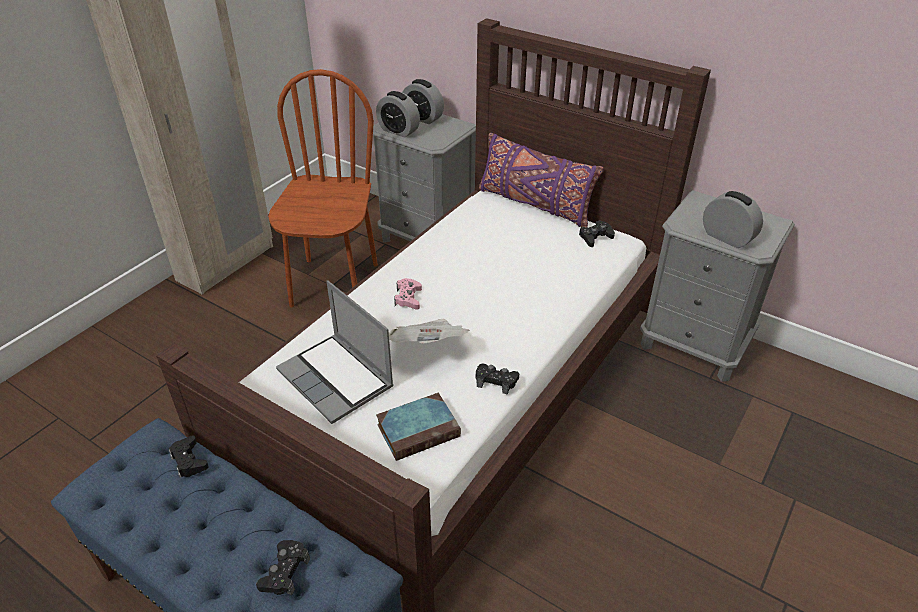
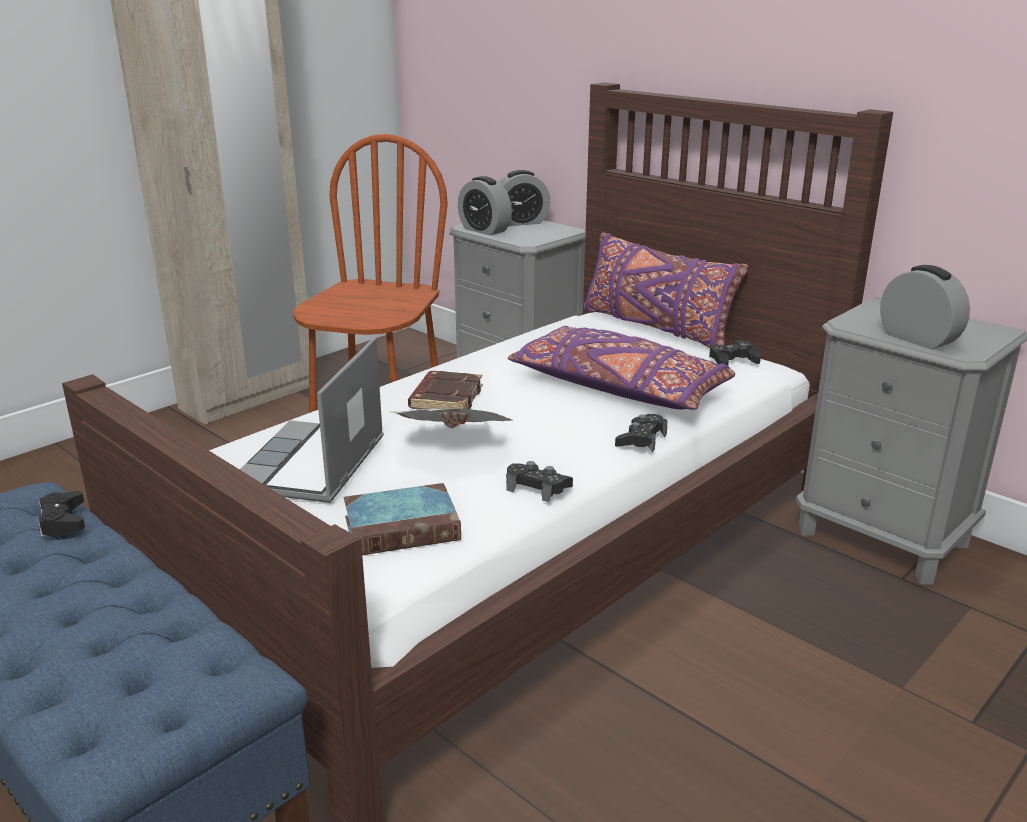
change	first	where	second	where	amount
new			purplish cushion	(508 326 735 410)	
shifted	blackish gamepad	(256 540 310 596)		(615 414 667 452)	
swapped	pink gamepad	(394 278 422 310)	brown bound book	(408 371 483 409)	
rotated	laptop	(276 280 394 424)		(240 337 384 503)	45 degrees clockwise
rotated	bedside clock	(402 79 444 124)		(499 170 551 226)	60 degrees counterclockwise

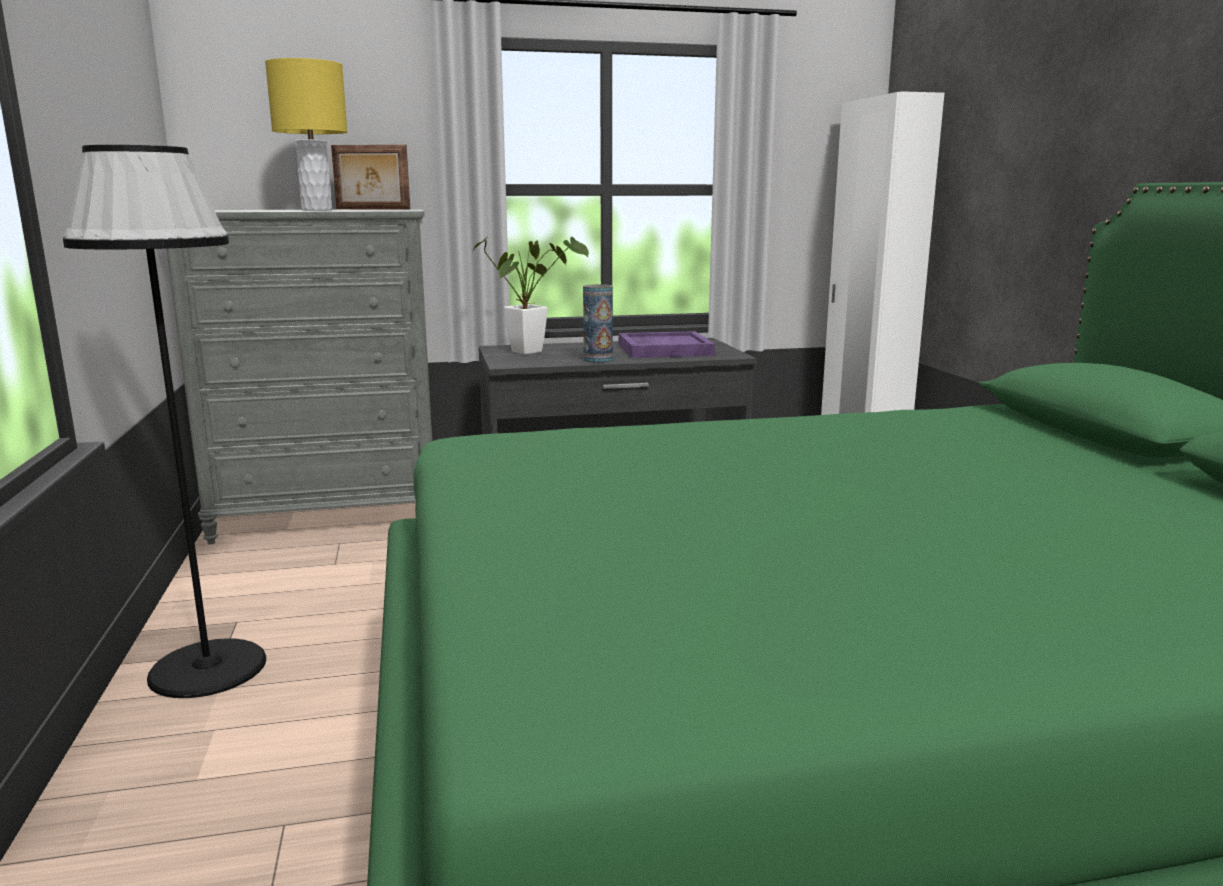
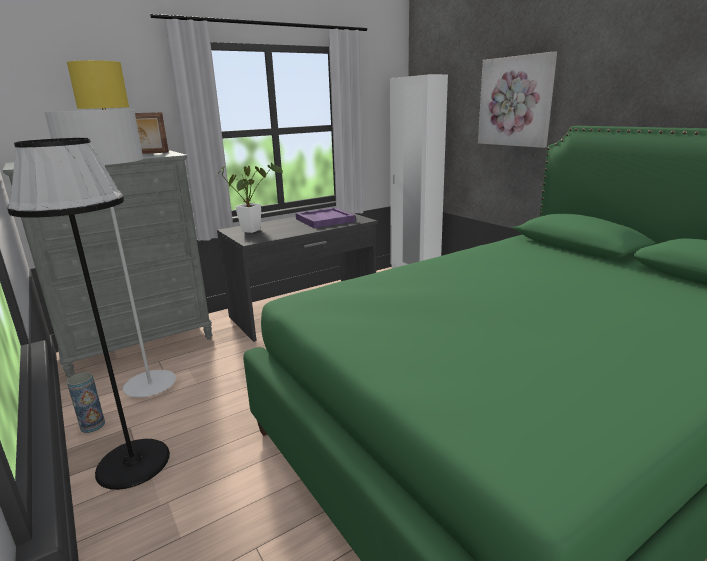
change	first	where	second	where	amount
new			greyish floor lamp	(44 109 176 397)	
new			picture	(478 51 557 148)	
shifted	vase	(583 284 613 363)		(67 372 105 433)	

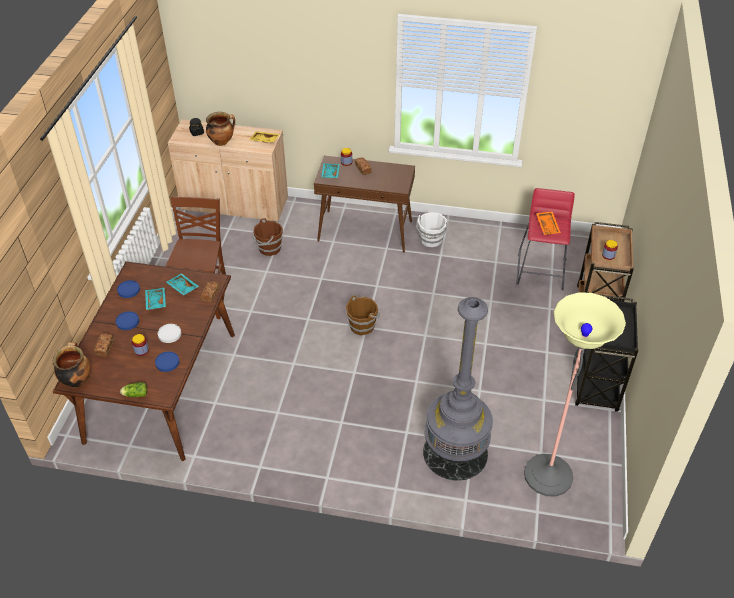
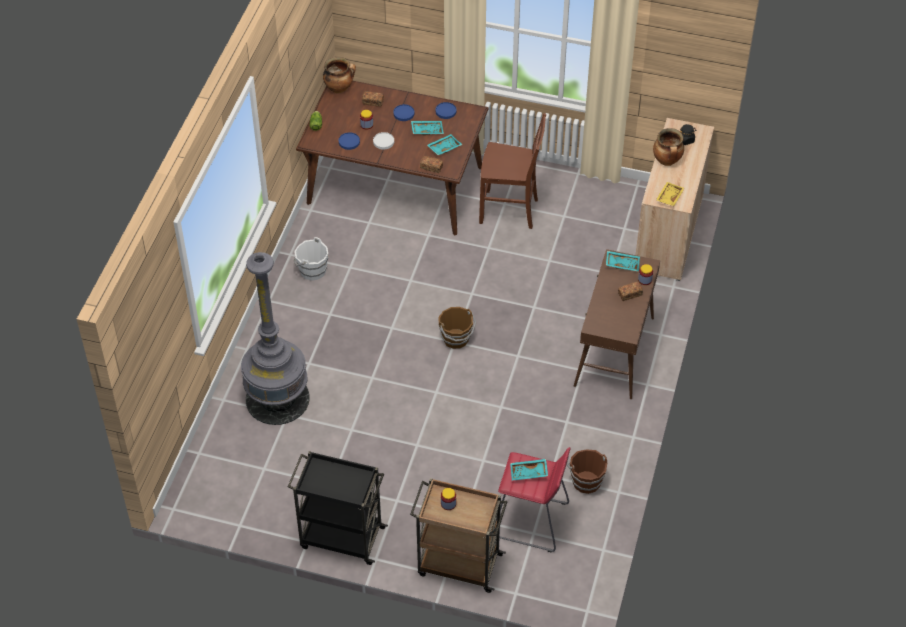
change	first	where	second	where	amount
gone	floor lamp	(524 292 626 497)			
shifted	brown water bucket	(253 218 283 256)		(566 449 607 494)	
shifted	white-coloured water bucket	(416 212 448 247)		(294 237 329 281)	
repainted	orange serving tray	(536 211 561 235)	turquoise serving tray	(510 459 548 481)	

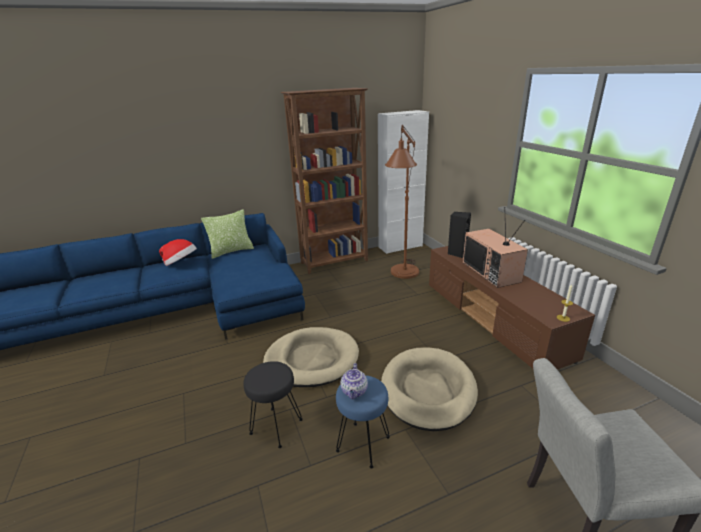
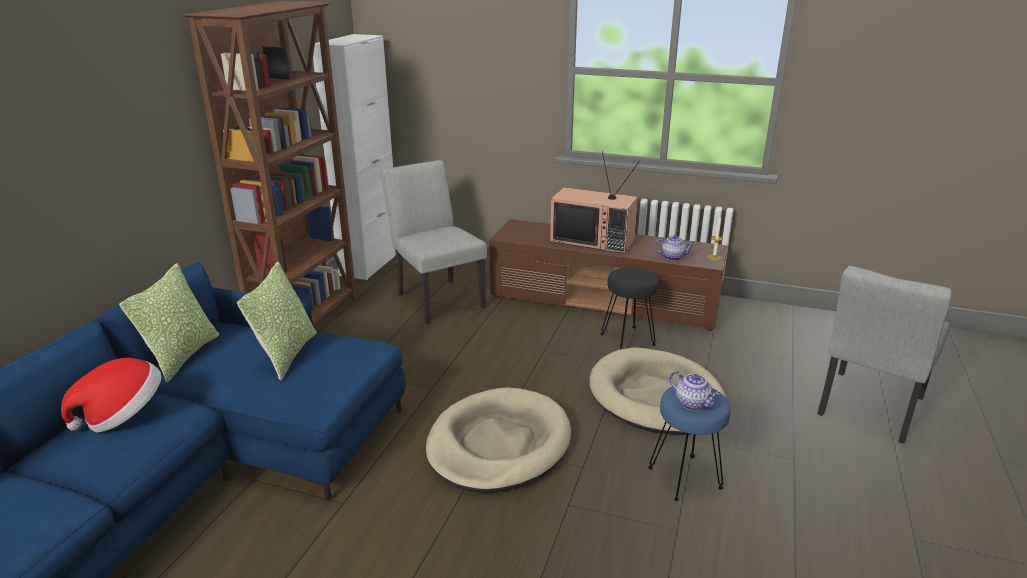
change	first	where	second	where	amount
gone	blackish loudspeaker	(448 212 471 258)			
new			cushion	(237 261 317 381)	
new			pot for tea	(653 235 695 261)	
shifted	blackish sitting stool	(244 361 303 448)		(601 267 658 349)	
swapped	brown floor lamp	(385 125 419 279)	greyish plain chair	(381 160 487 324)	

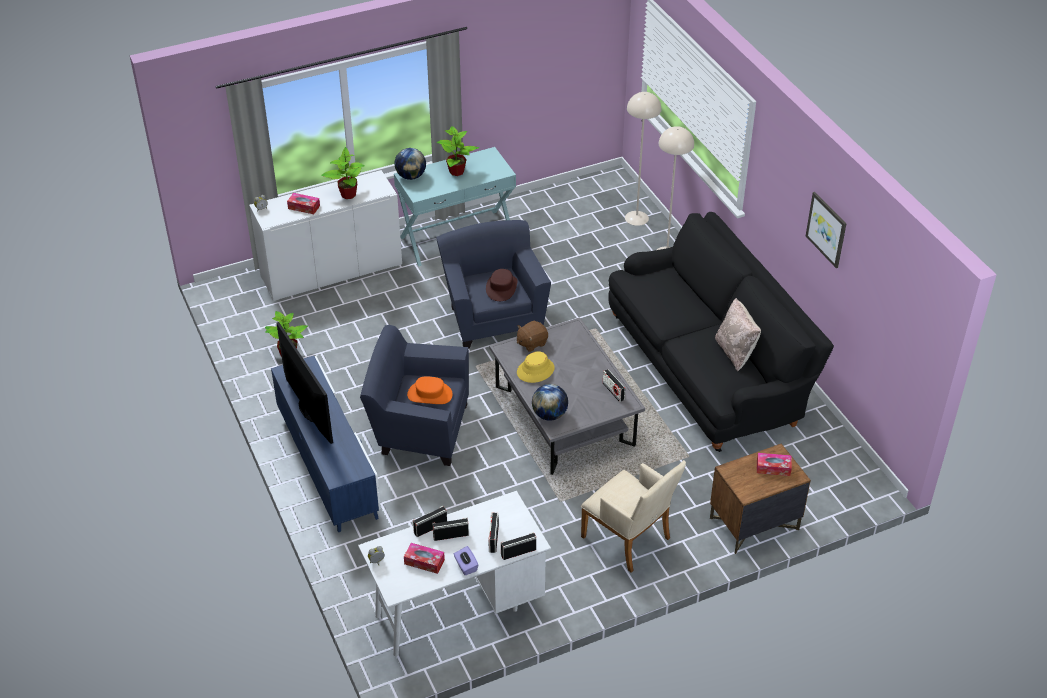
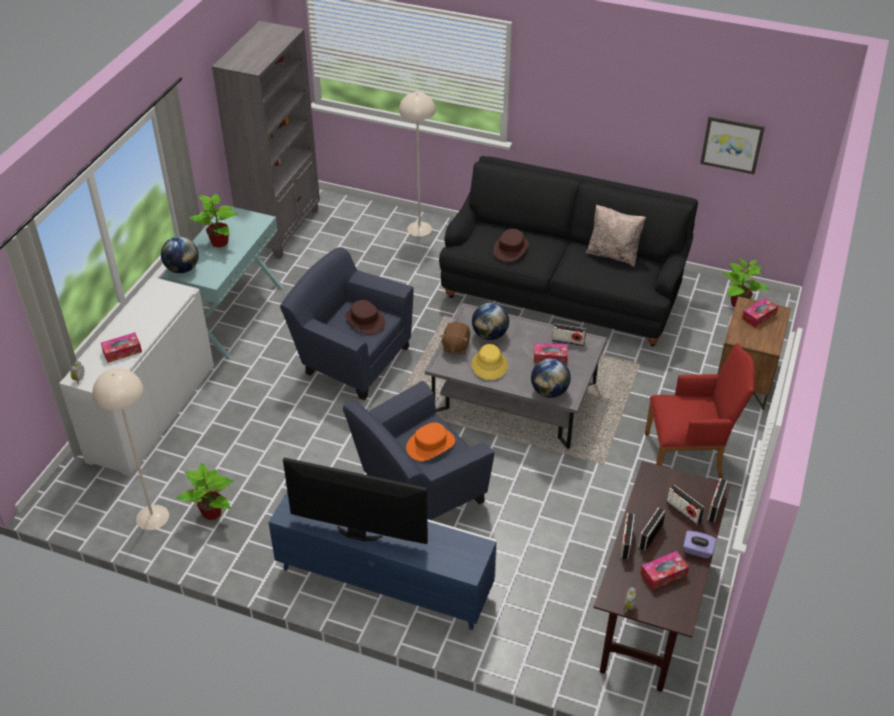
change	first	where	second	where	amount
new			greyish shelving unit	(212 21 320 259)	
new			desk globe	(472 303 509 340)	
new			brown hat	(493 229 529 262)	
new			box of tissues	(534 343 568 365)	
shifted	houseplant	(321 147 364 199)		(723 258 770 307)	
shifted	sand-coloured floor lamp	(625 92 661 226)		(92 368 169 530)	
shifted	picture	(806 192 846 268)		(700 116 765 174)	
repainted	white-coloured desk table	(358 491 551 656)	brown desk table	(593 461 731 692)	
repainted	sand-coloured easy chair	(581 460 686 573)	reddish easy chair	(645 343 755 478)	

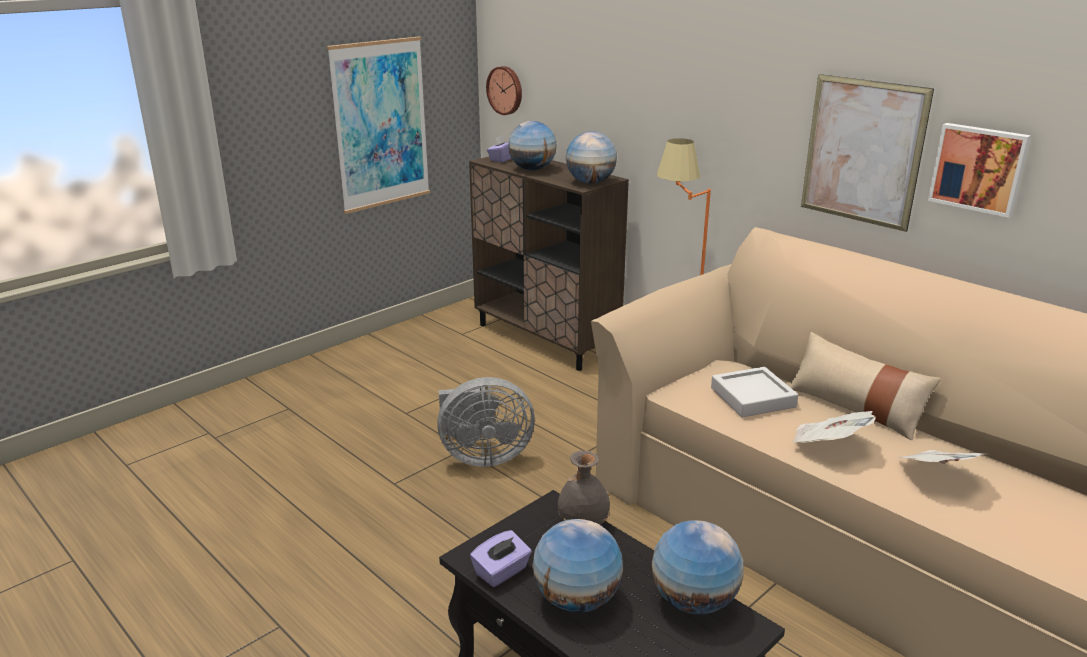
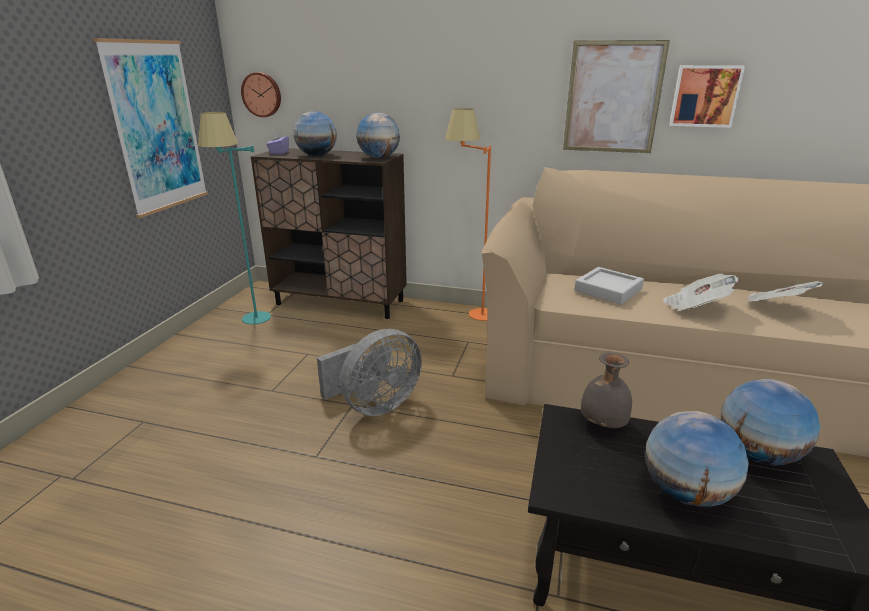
change	first	where	second	where	amount
gone	purplish box of tissues	(470 530 532 587)			
gone	sand-coloured cushion	(789 332 941 440)			
new			turquoise floor lamp	(198 112 271 324)	

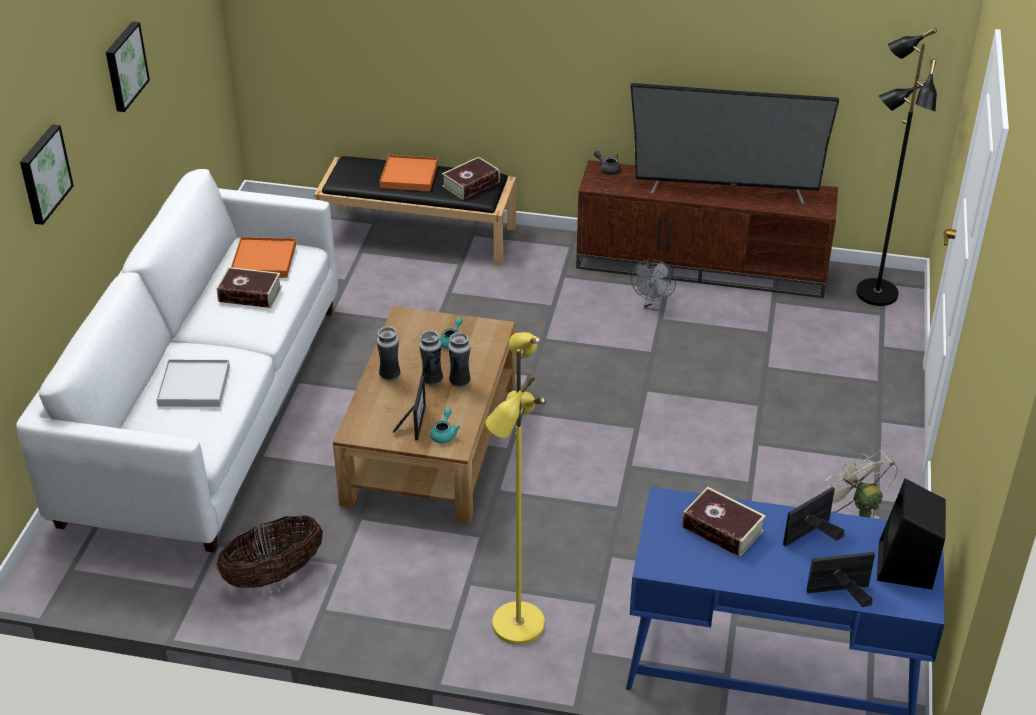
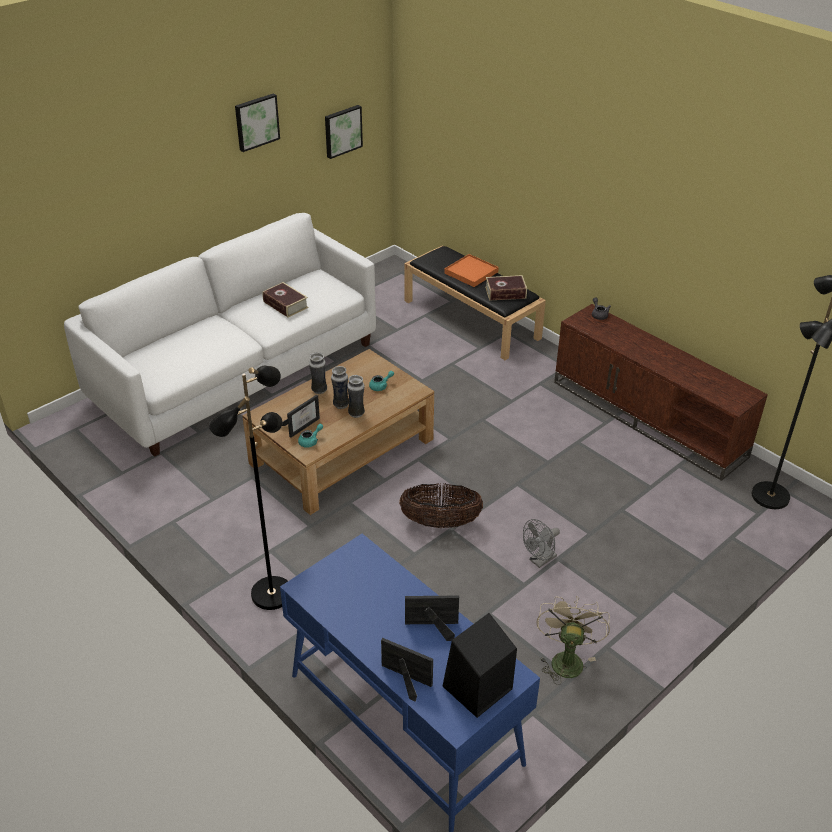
change	first	where	second	where	amount
gone	white-coloured serving tray	(156 359 230 407)			
gone	orange serving tray	(231 237 296 278)			
gone	TV set	(630 83 839 204)			
gone	bound book	(682 487 766 557)			
shifted	picture	(20 124 74 225)		(325 105 363 159)	
shifted	household basket	(217 516 323 588)		(399 483 483 528)	
shifted	greyish fan	(631 260 676 311)		(523 519 560 568)	
repainted	yellow-coloured floor lamp	(486 332 546 645)	blackish floor lamp	(209 366 288 610)	

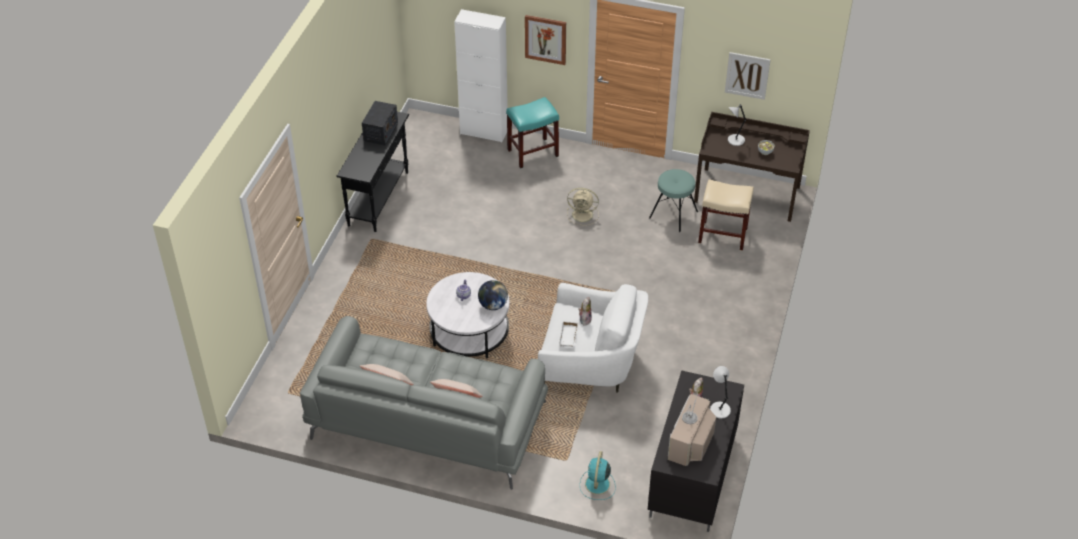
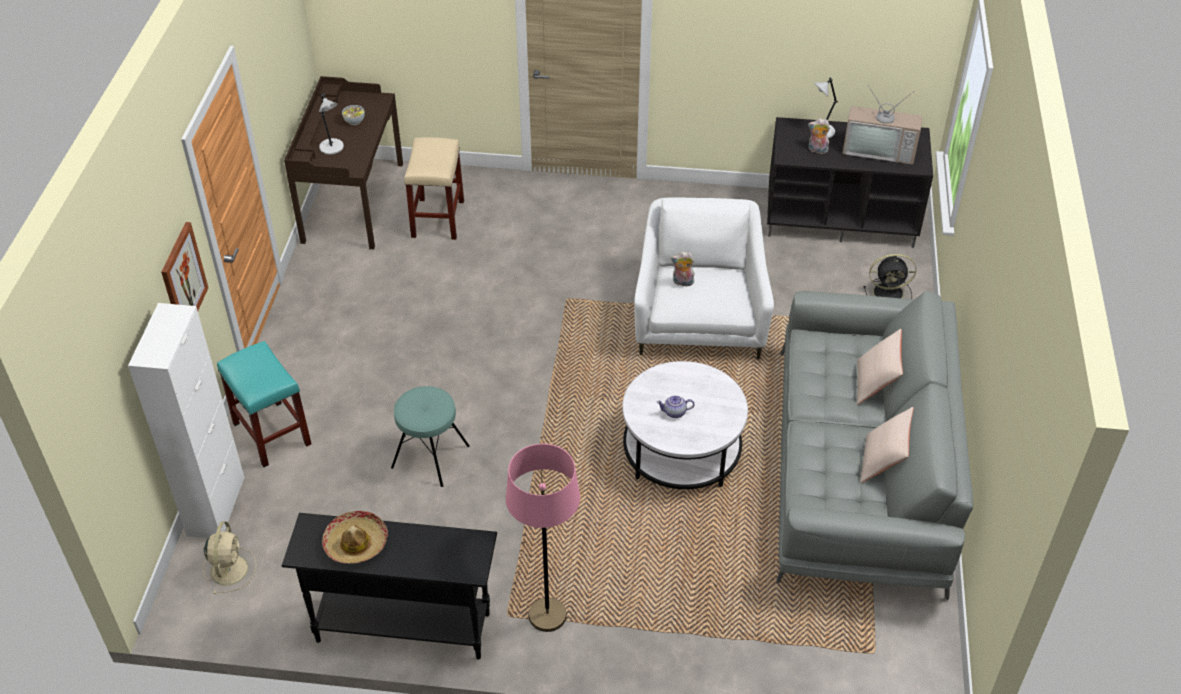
change	first	where	second	where	amount
gone	desk globe	(478 280 508 310)			
gone	white-coloured serving tray	(559 321 578 347)			
gone	picture	(725 52 771 100)			
new			pink floor lamp	(506 444 580 632)	
shifted	sand-coloured fan	(567 188 599 226)		(203 522 257 594)	
shifted	turquoise sitting stool	(649 169 698 232)		(391 386 470 487)	
swapped	radio receiver	(362 101 398 145)	hat	(322 511 388 564)	
repainted	turquoise fan	(579 451 616 500)	blackish fan	(863 254 916 299)	

